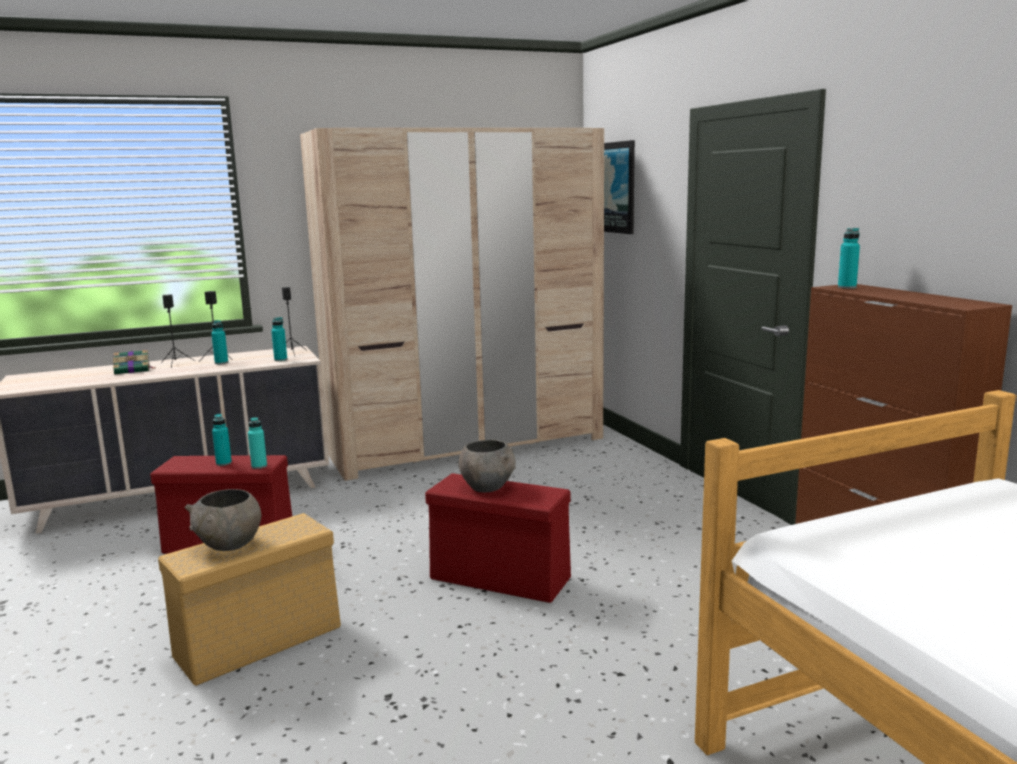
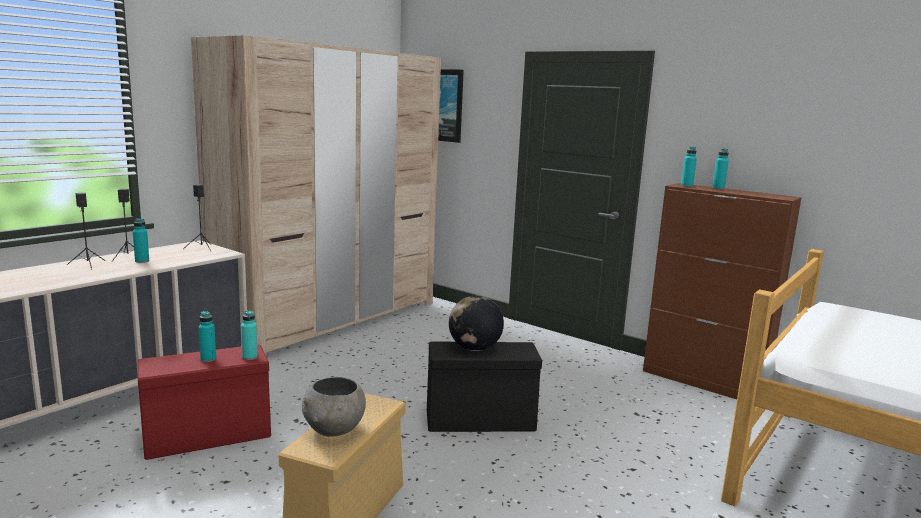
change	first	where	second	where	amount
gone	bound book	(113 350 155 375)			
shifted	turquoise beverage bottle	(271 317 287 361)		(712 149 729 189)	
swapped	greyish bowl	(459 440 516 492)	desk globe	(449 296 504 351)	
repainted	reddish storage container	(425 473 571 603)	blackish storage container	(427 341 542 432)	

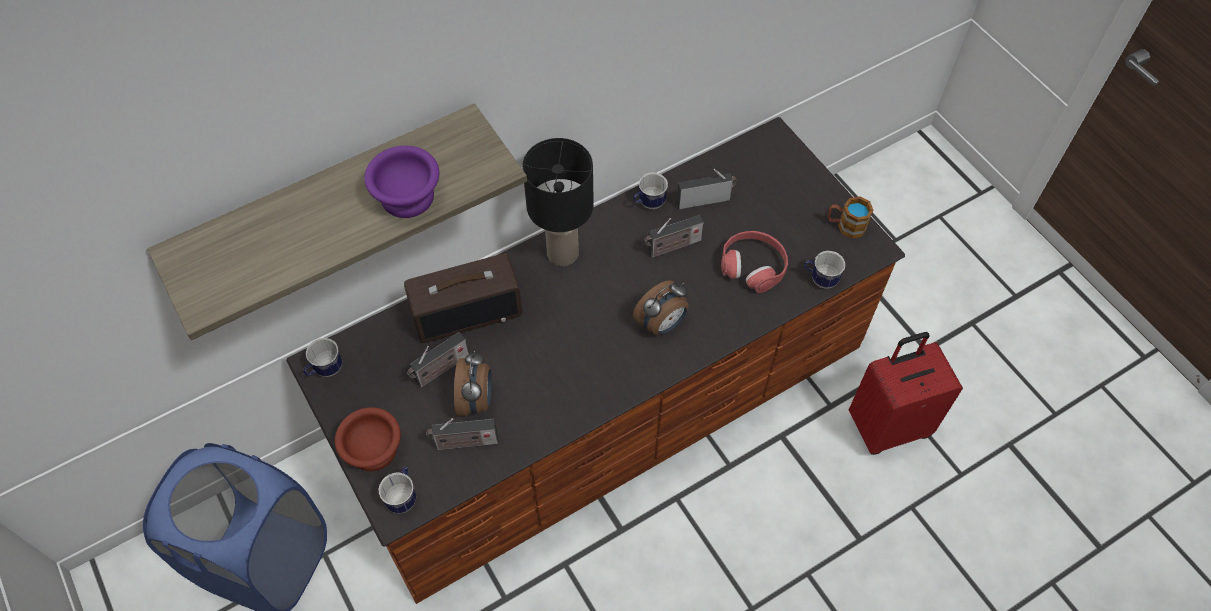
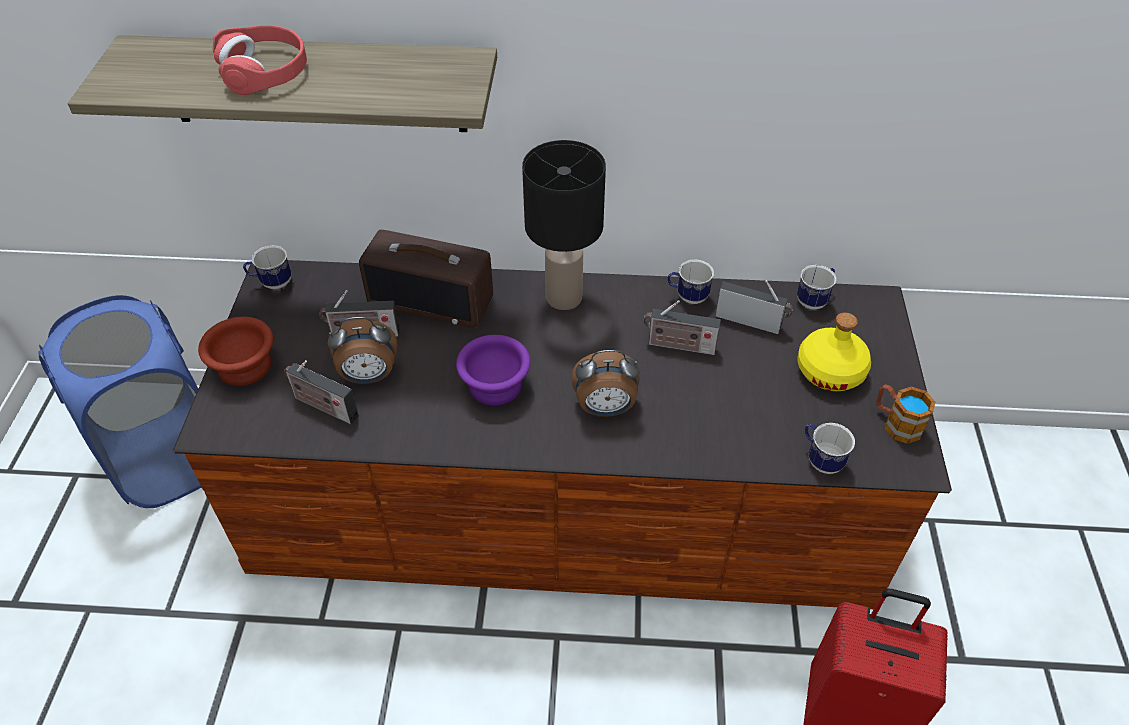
change	first	where	second	where	amount
new			yellow-coloured beverage bottle	(797 313 871 391)	
shifted	purplish bowl	(364 146 439 218)		(456 335 530 405)	
shifted	tea mug	(378 466 416 513)		(797 265 836 310)	
shifted	reddish headphones	(721 231 788 293)		(213 25 307 95)	
rotated	bedside clock	(454 350 492 416)		(328 317 397 384)	45 degrees clockwise

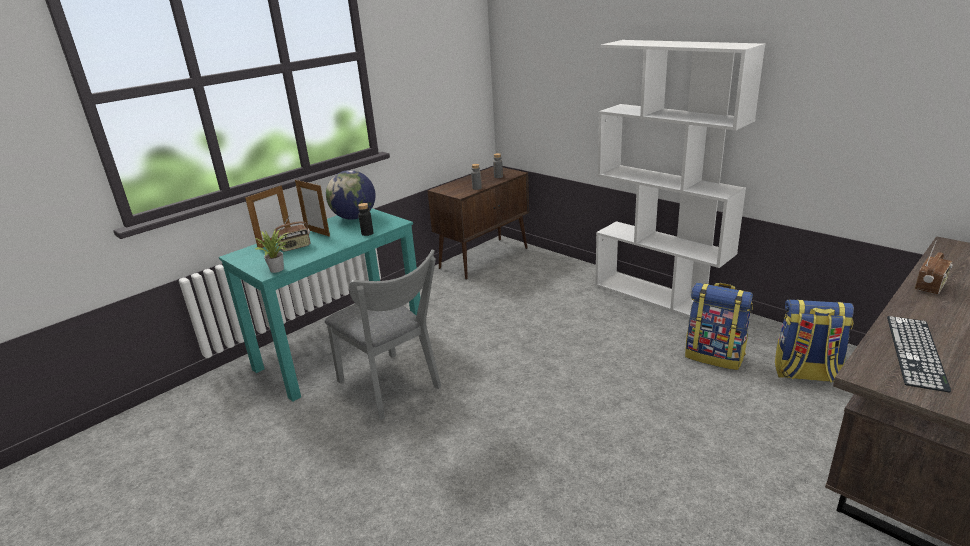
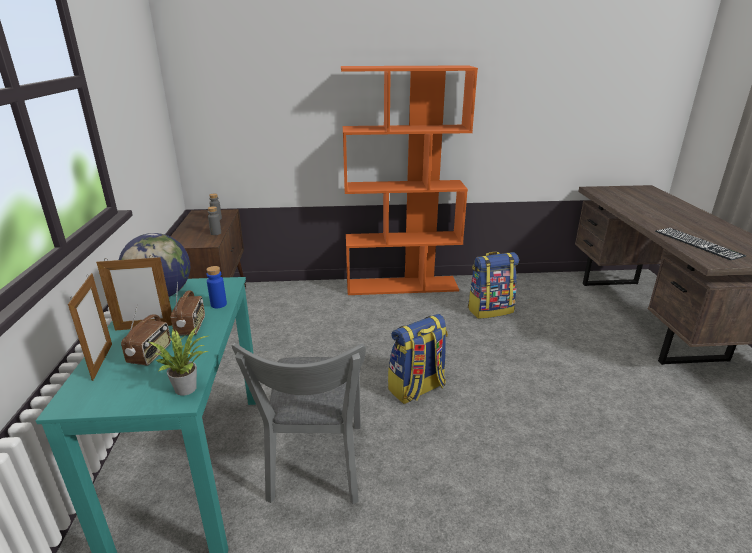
change	first	where	second	where	amount
shifted	backpack	(775 299 854 383)		(388 314 448 404)	
shifted	radio receiver	(915 242 953 294)		(171 281 205 336)	
repainted	blackish beverage bottle	(358 203 374 236)	blue beverage bottle	(206 266 227 308)	
repainted	white-coloured shelving unit	(595 40 765 317)	orange shelving unit	(341 65 478 295)	
rotated	greyish plain chair	(325 250 441 420)		(232 343 366 504)	90 degrees clockwise

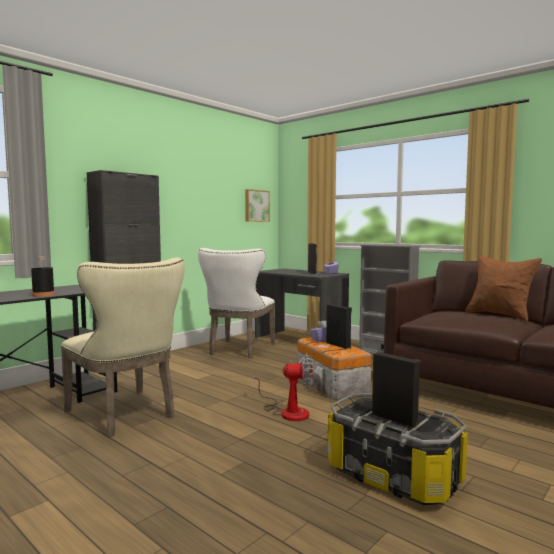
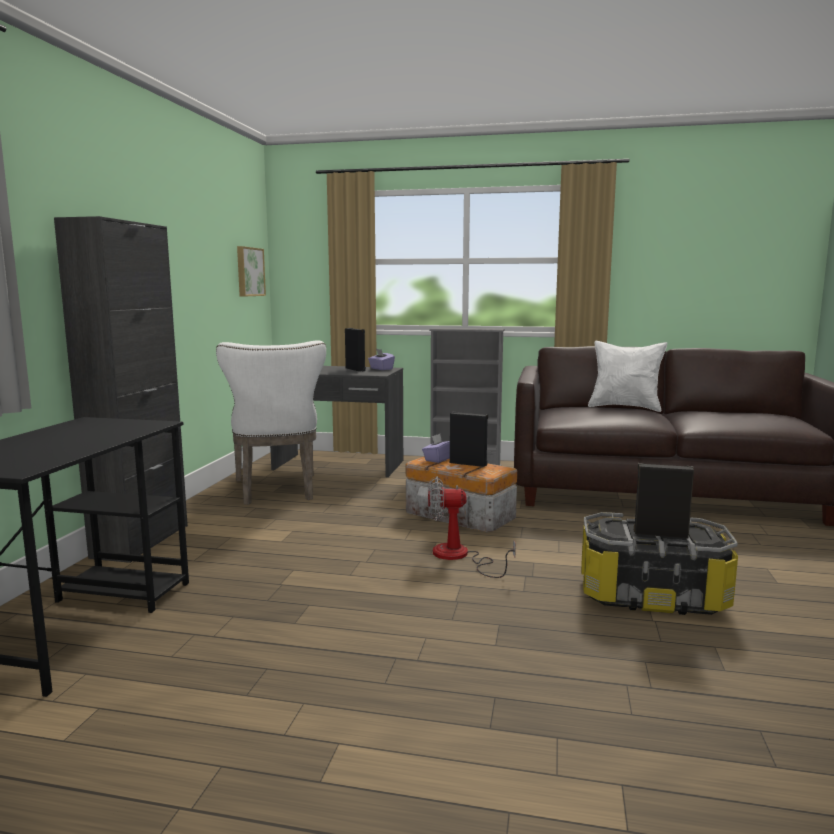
change	first	where	second	where	amount
gone	blackish beverage bottle	(31 256 55 296)			
gone	sand-coloured plain chair	(61 258 184 437)			
repainted	brown cushion	(465 255 542 322)	white-coloured cushion	(588 341 667 412)	
rotated	fan	(254 353 314 421)		(428 476 516 578)	150 degrees counterclockwise

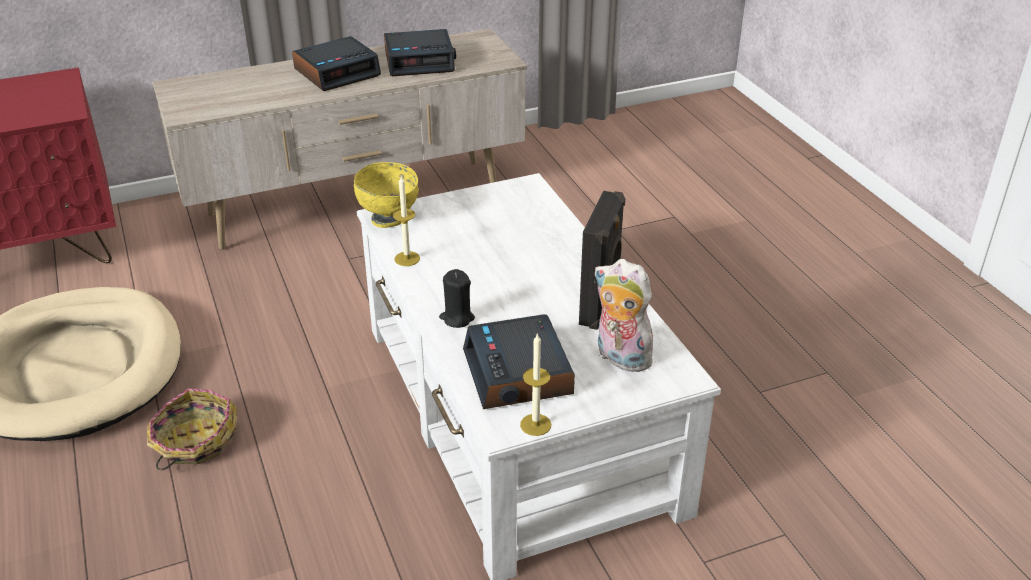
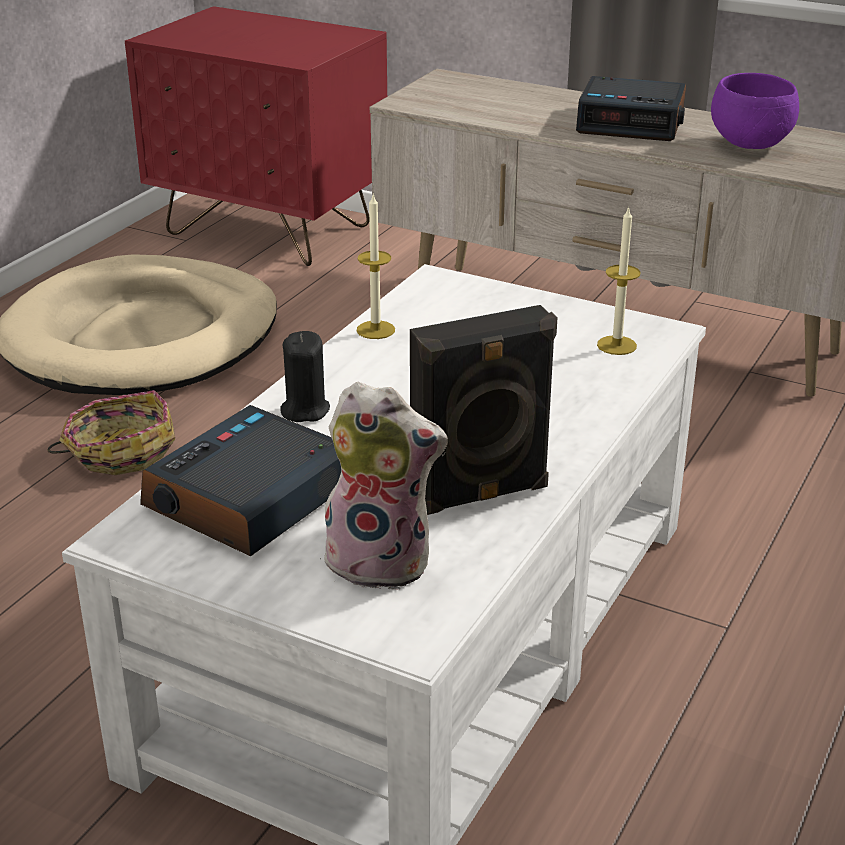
change	first	where	second	where	amount
gone	yellow-coloured bowl	(354 162 419 228)			
shifted	wax light	(520 334 551 436)		(597 206 641 355)	
swapped	bedside clock	(384 29 456 76)	purplish bowl	(711 73 799 149)	
rotated	cuddly toy	(594 259 658 372)		(320 382 448 590)	105 degrees clockwise

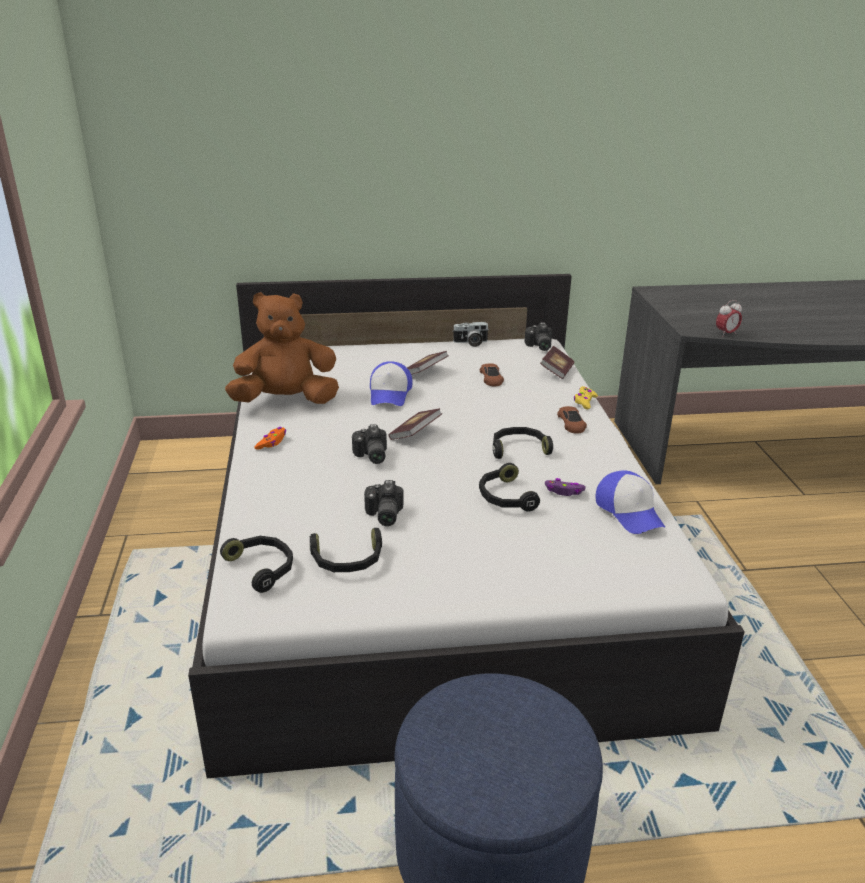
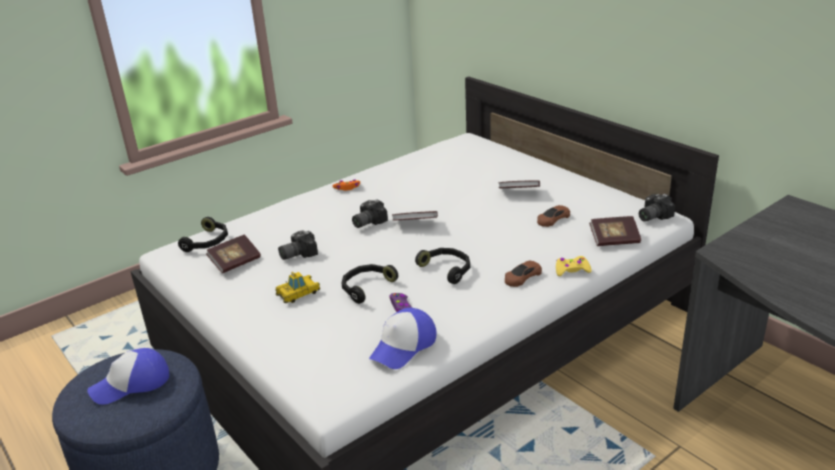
change	first	where	second	where	amount
gone	brown cuddly toy	(225 292 339 404)			
gone	photo camera	(452 322 488 347)			
gone	bedside clock	(716 300 742 337)			
new			miniature car	(275 272 320 303)	
shifted	baseball cap	(370 361 413 406)		(87 348 169 405)	
swapped	blackish headphones	(309 528 382 572)	bound book	(206 234 261 274)	

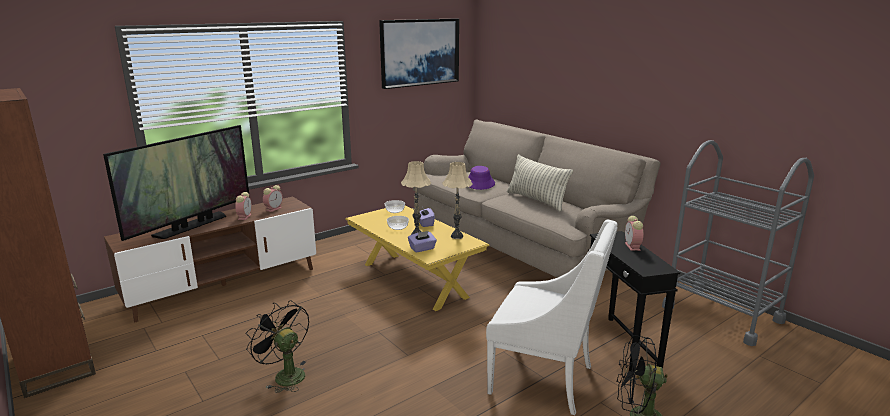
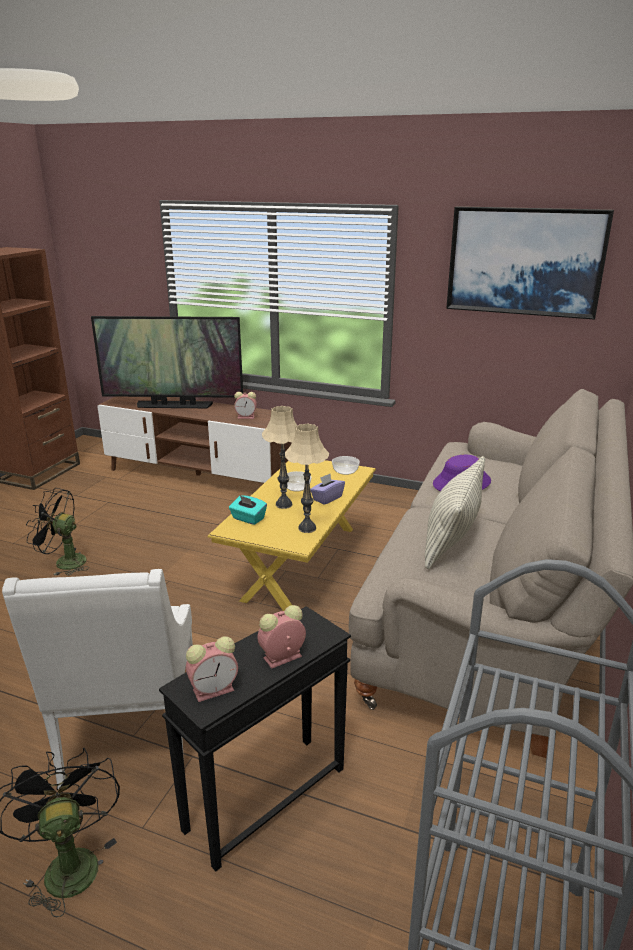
change	first	where	second	where	amount
shifted	bedside clock	(235 192 252 220)		(186 637 238 702)	
repainted	purplish box of tissues	(408 231 437 253)	turquoise box of tissues	(229 495 267 525)	
rotated	blackish fan	(246 300 309 393)		(26 488 89 576)	90 degrees counterclockwise

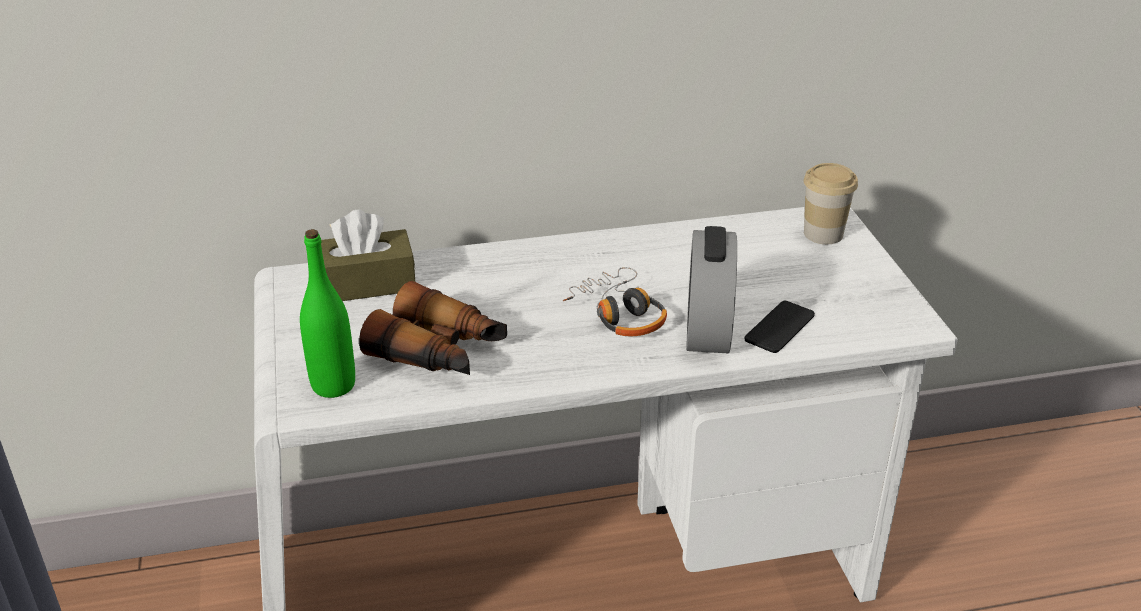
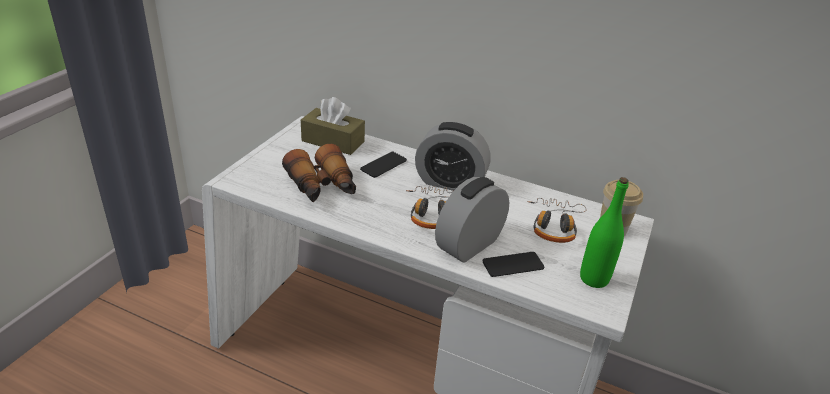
change	first	where	second	where	amount
new			telephone	(360 152 407 178)	
new			bedside clock	(415 122 491 191)	
new			headphones	(527 198 587 243)	
shifted	green-coloured beverage bottle	(300 229 355 398)		(580 177 629 288)	

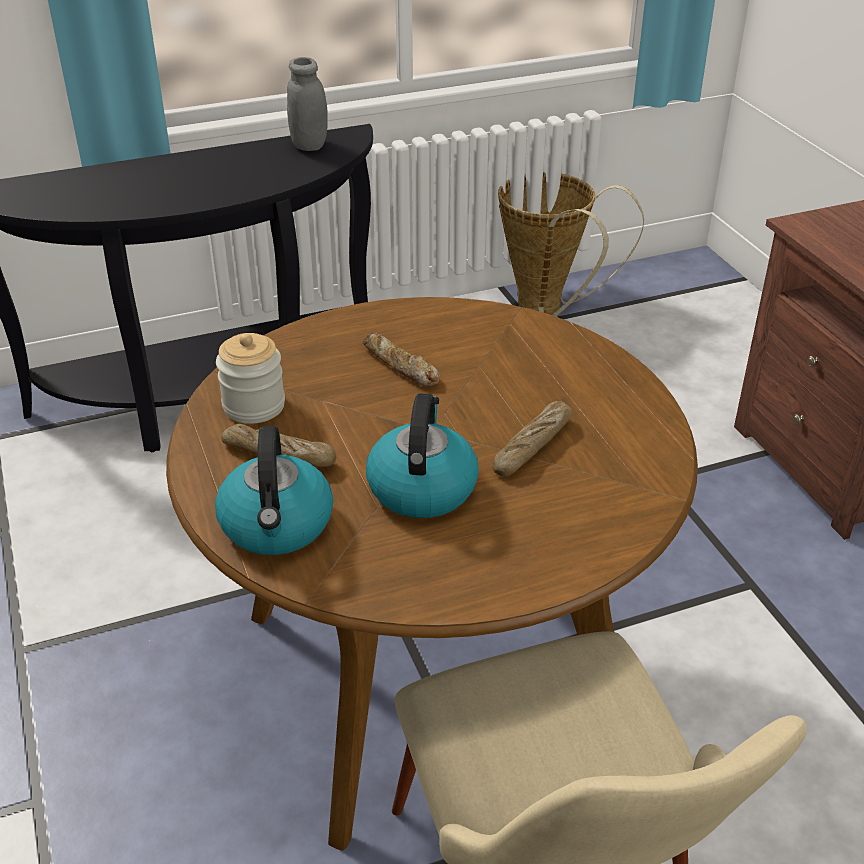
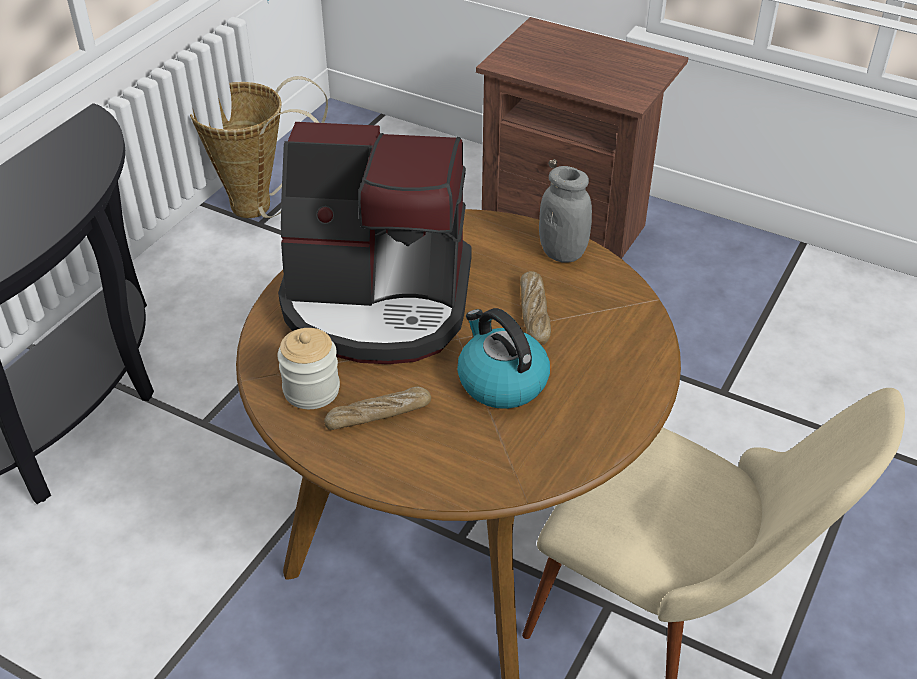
change	first	where	second	where	amount
gone	water kettle	(215 426 333 555)			
shifted	greyish jar	(287 57 328 151)		(539 166 592 263)	
swapped	baked bread	(362 332 440 387)	coffee maker	(278 122 472 364)	

